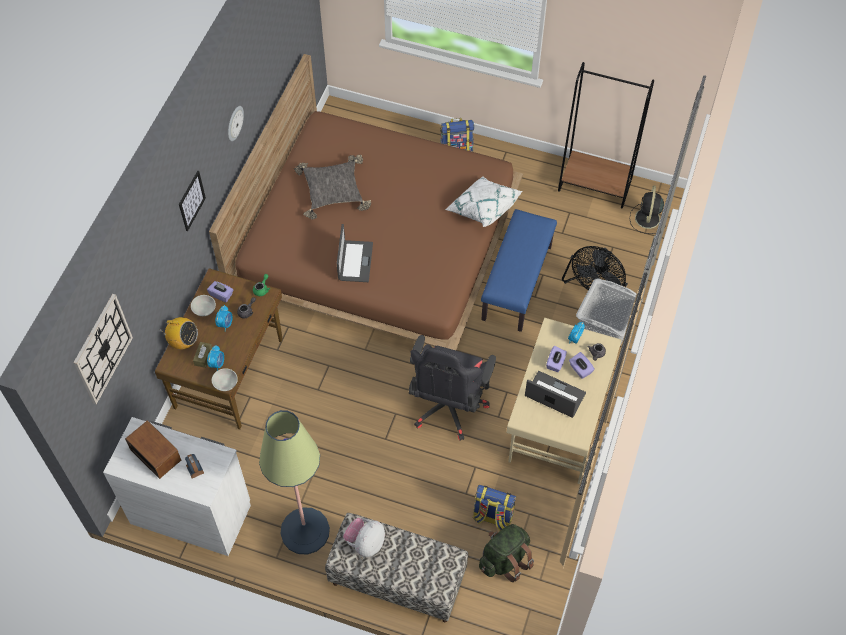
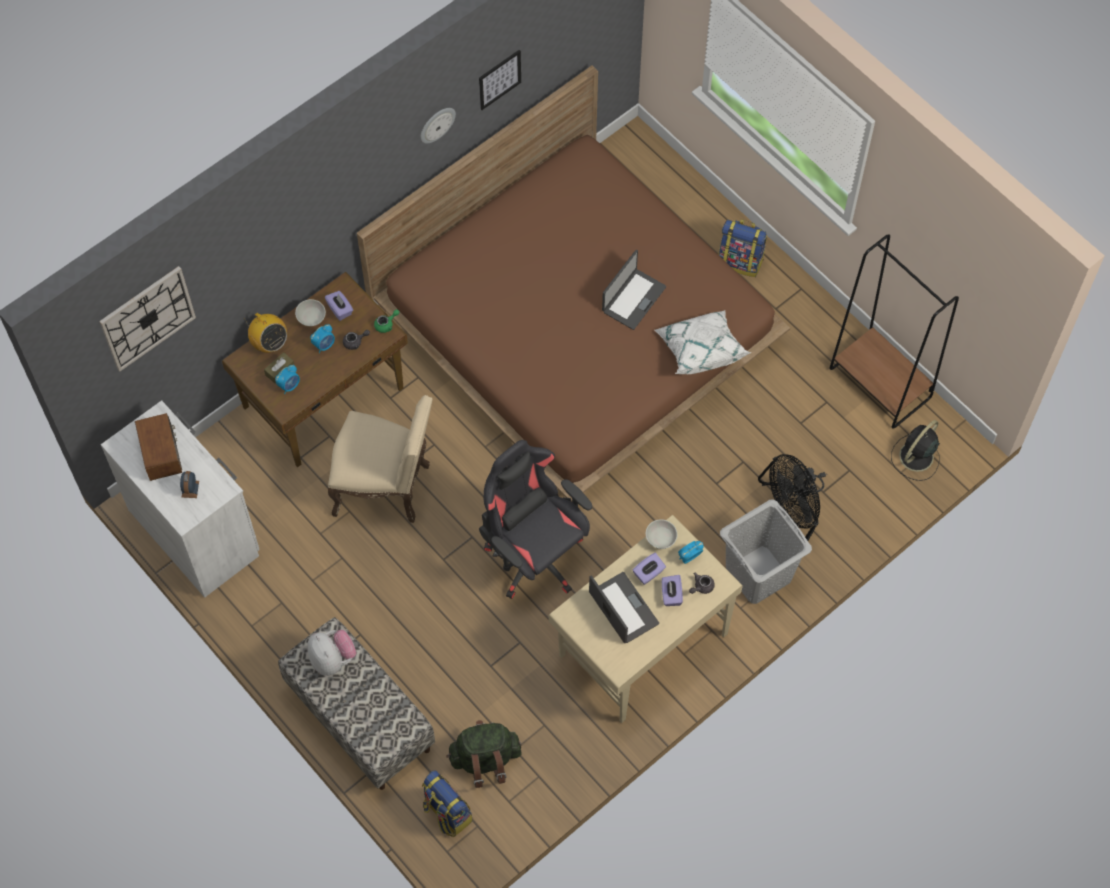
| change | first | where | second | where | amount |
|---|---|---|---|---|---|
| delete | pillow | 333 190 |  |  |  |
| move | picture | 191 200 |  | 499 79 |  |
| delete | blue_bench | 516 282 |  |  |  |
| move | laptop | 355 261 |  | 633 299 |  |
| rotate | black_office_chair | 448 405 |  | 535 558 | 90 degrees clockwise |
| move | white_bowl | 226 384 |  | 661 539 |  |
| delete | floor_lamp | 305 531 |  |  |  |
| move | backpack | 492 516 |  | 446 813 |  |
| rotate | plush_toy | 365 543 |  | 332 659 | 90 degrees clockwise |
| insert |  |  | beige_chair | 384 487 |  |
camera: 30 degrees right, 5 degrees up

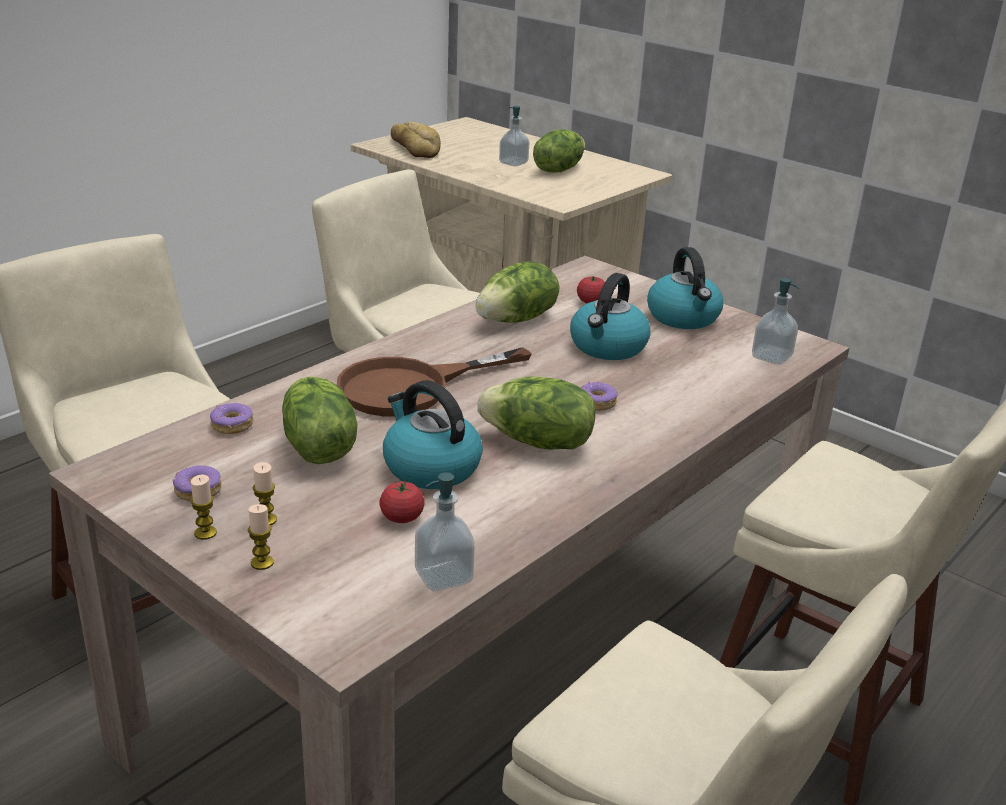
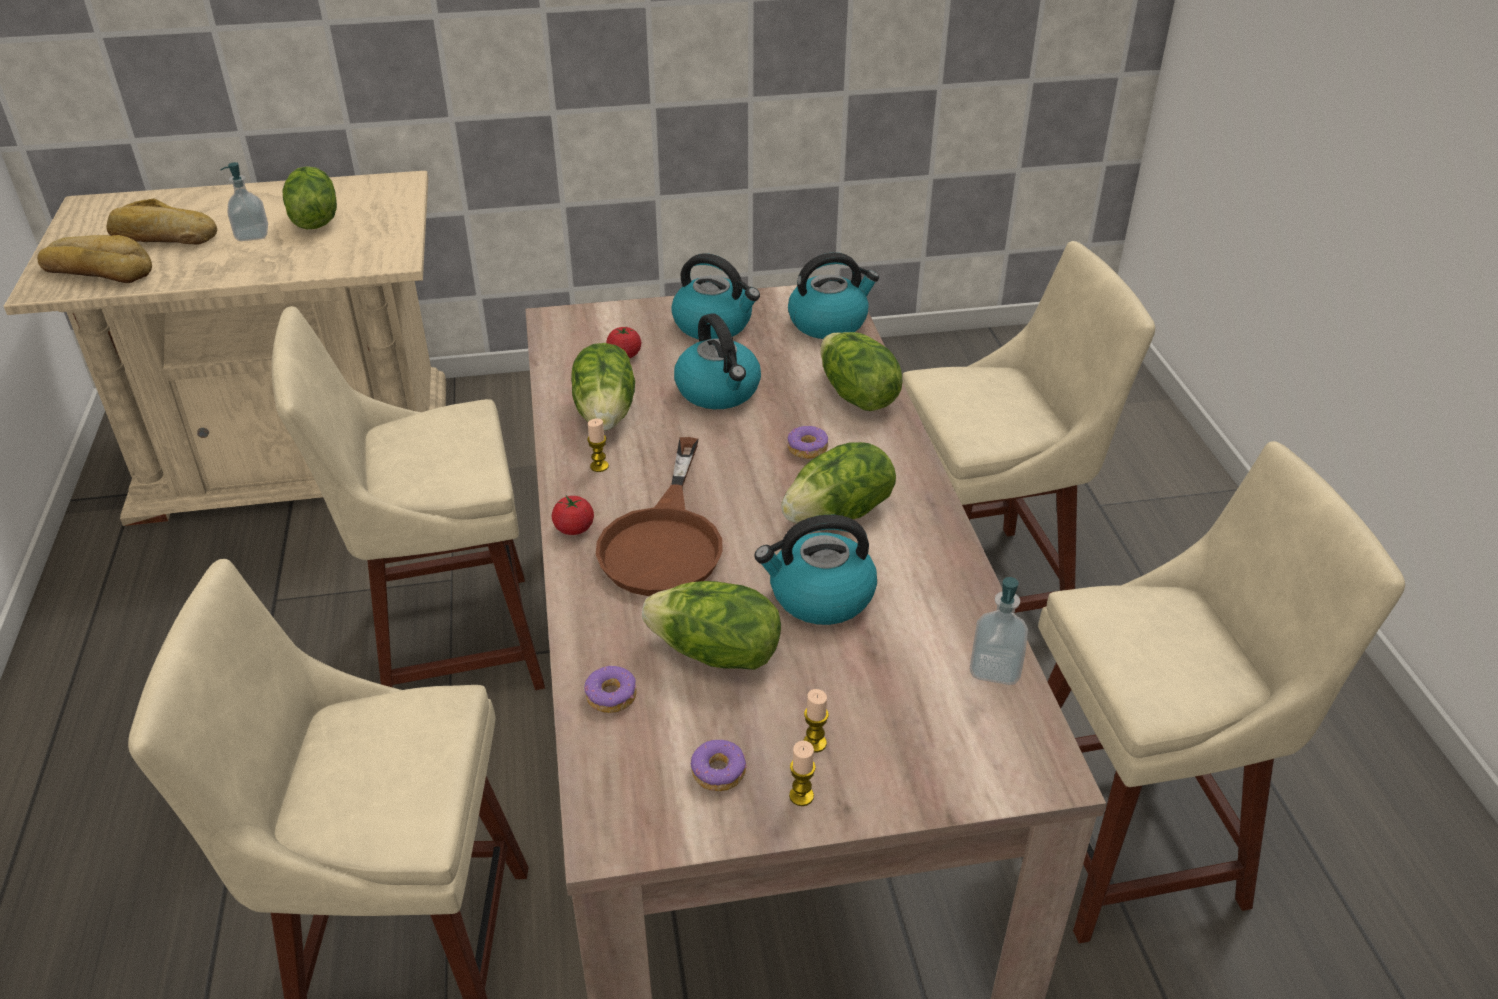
| change | first | where | second | where | amount |
|---|---|---|---|---|---|
| replace | soap_dispenser | 771 357 | kettle | 829 322 |  |
| move | tomato | 402 517 |  | 574 528 |  |
| move | candle | 262 563 |  | 599 466 |  |
| insert |  |  | bread | 163 237 |  |
| insert |  |  | lettuce | 856 395 |  |
camera: 50 degrees left, 10 degrees up

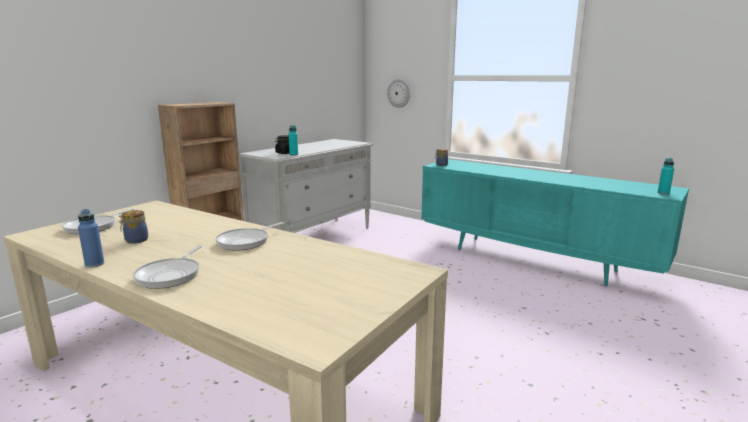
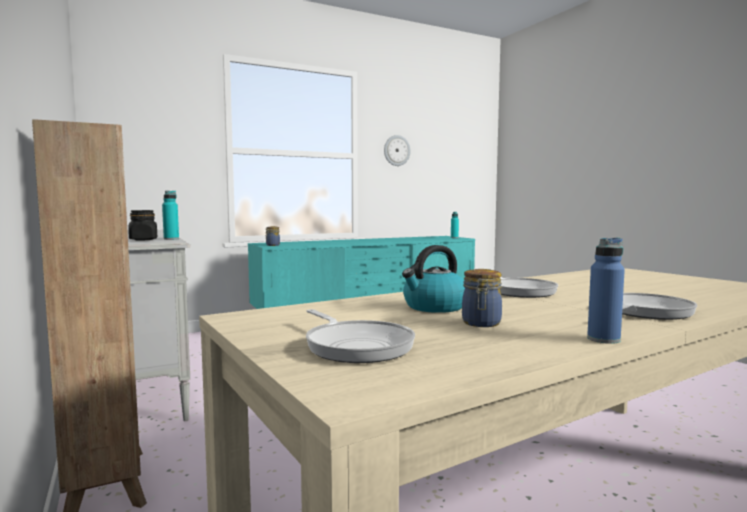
| change | first | where | second | where | amount |
|---|---|---|---|---|---|
| move | wall_clock | 399 93 |  | 396 150 |  |
| rotate | frying_pan | 171 275 |  | 644 312 | 75 degrees counterclockwise |
| insert |  |  | kettle | 434 307 |  |
camera: 65 degrees left, 10 degrees down

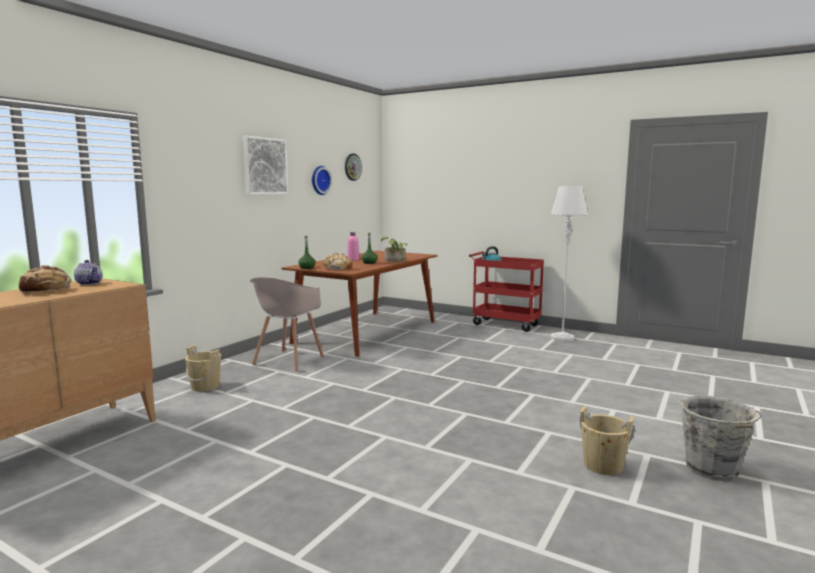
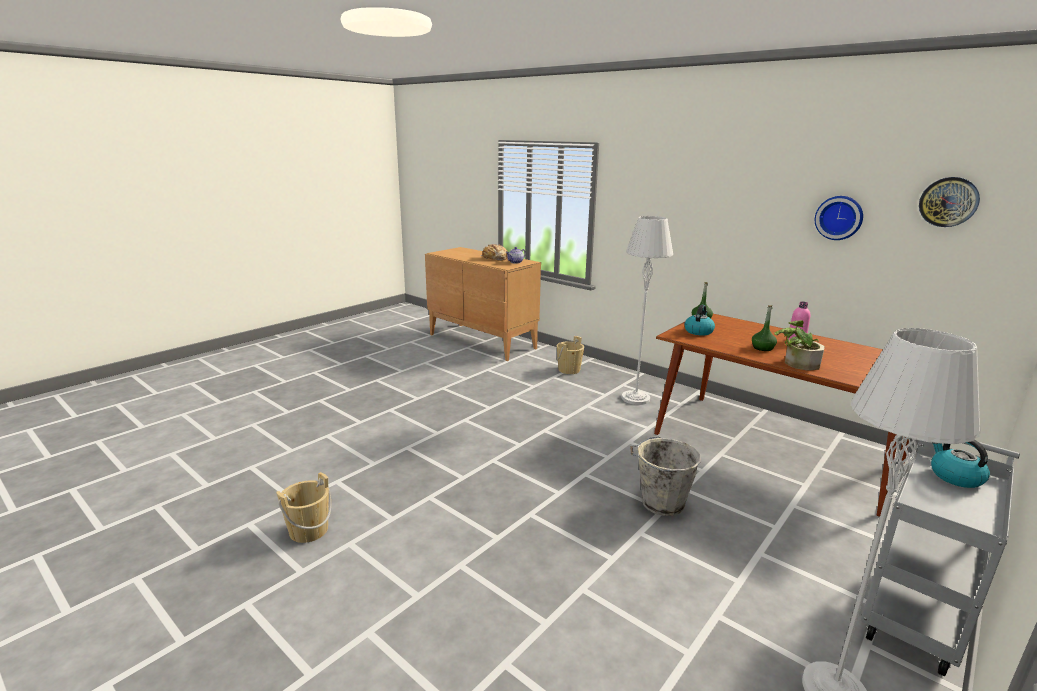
| change | first | where | second | where | amount |
|---|---|---|---|---|---|
| delete | picture | 265 166 |  |  |  |
| recolor | red_cart | 504 325 | grey_cart | 914 614 |  |
| replace | bread | 337 268 | kettle | 698 331 |  |
| replace | beige_chair | 288 361 | grey_floor_lamp | 635 398 |  |
| move | grey_bucket | 712 470 |  | 660 503 |  |
camera: 100 degrees right, 10 degrees up

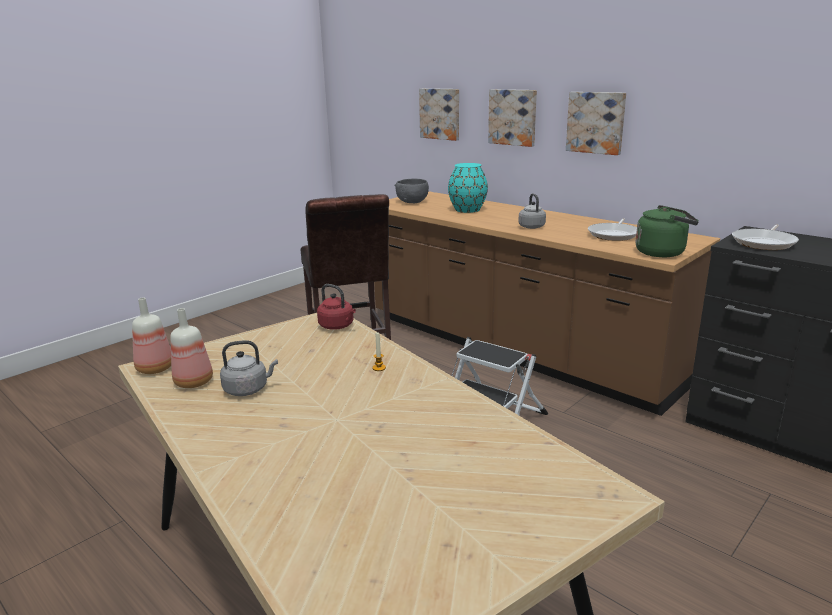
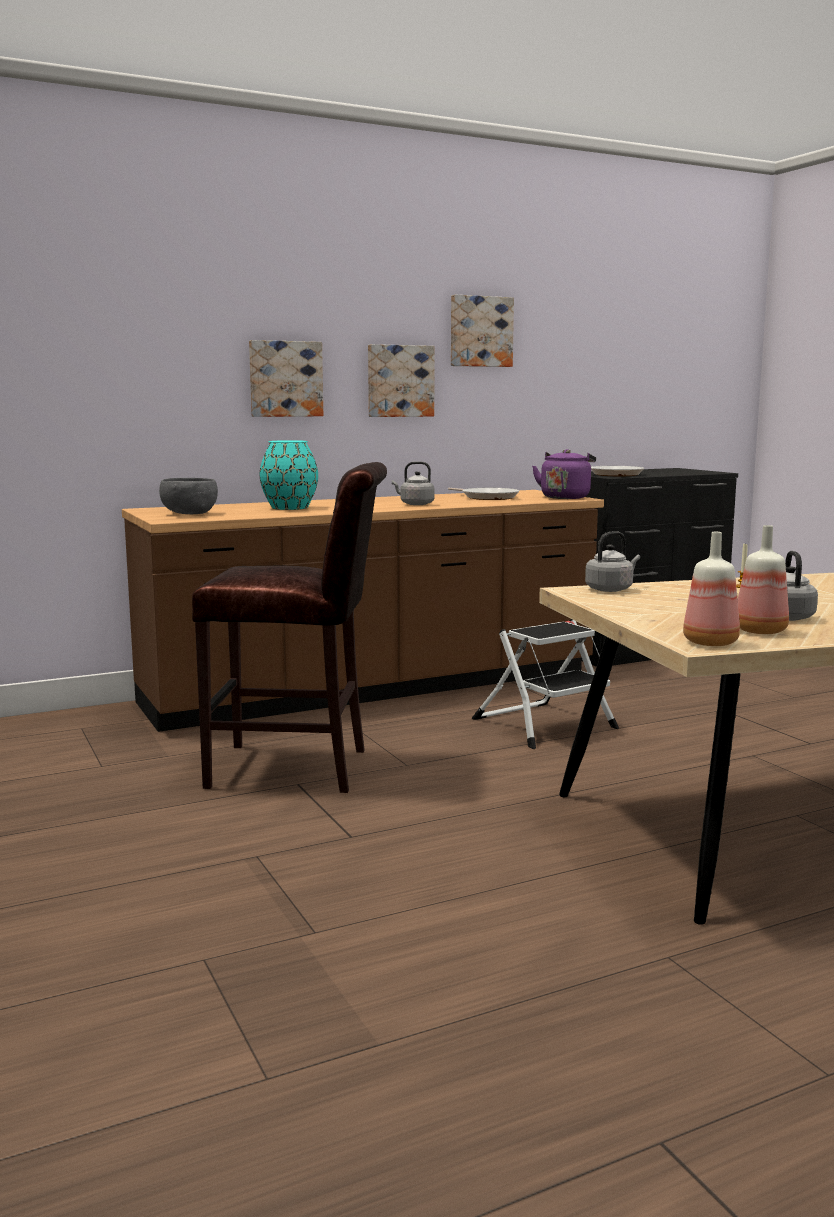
| change | first | where | second | where | amount |
|---|---|---|---|---|---|
| move | picture | 440 113 |  | 480 331 |  |
| recolor | green_kettle | 663 252 | purple_kettle | 565 497 |  |
| recolor | red_kettle | 337 326 | grey_kettle | 610 589 |  |
camera: 70 degrees left, 10 degrees down

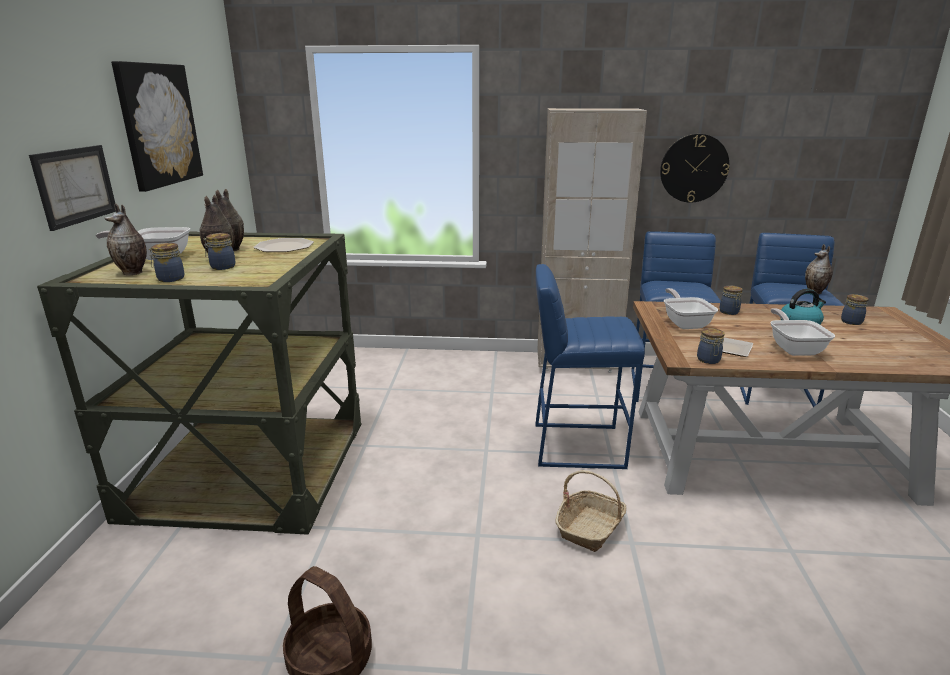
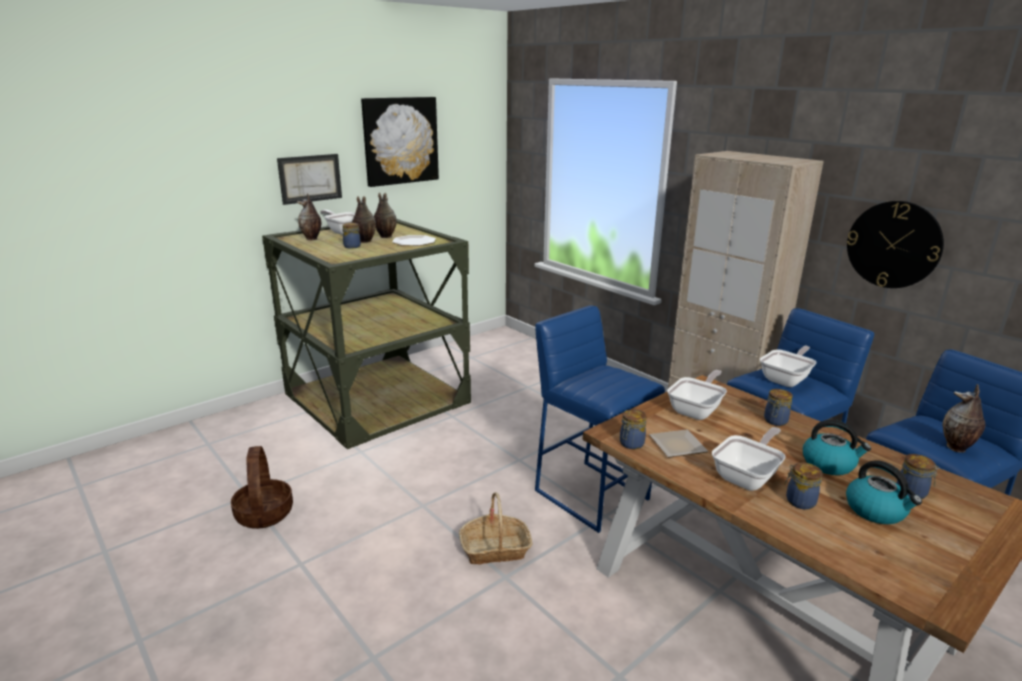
| change | first | where | second | where | amount |
|---|---|---|---|---|---|
| move | jar | 169 279 |  | 799 501 |  |
| insert |  |  | frying_pan | 787 379 |  |
| insert |  |  | kettle | 876 510 |  |
camera: 45 degrees right, 0 degrees up

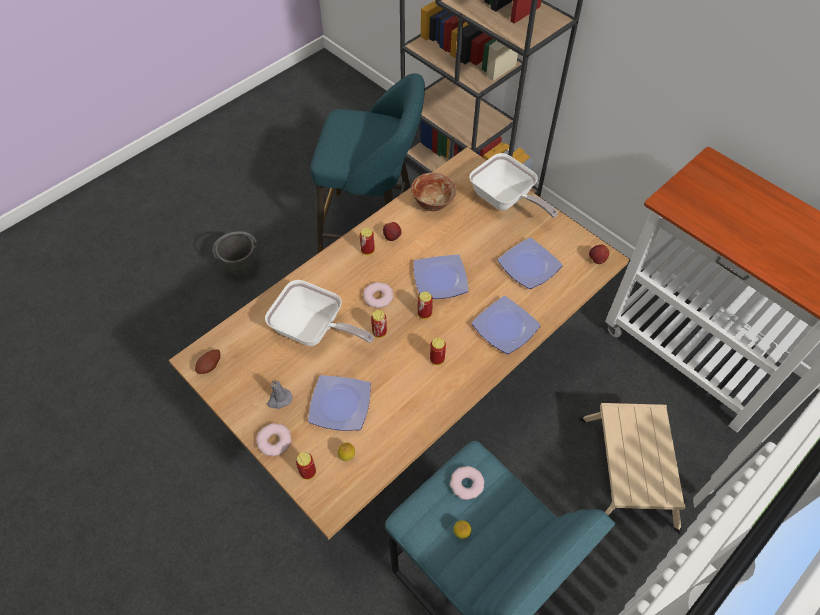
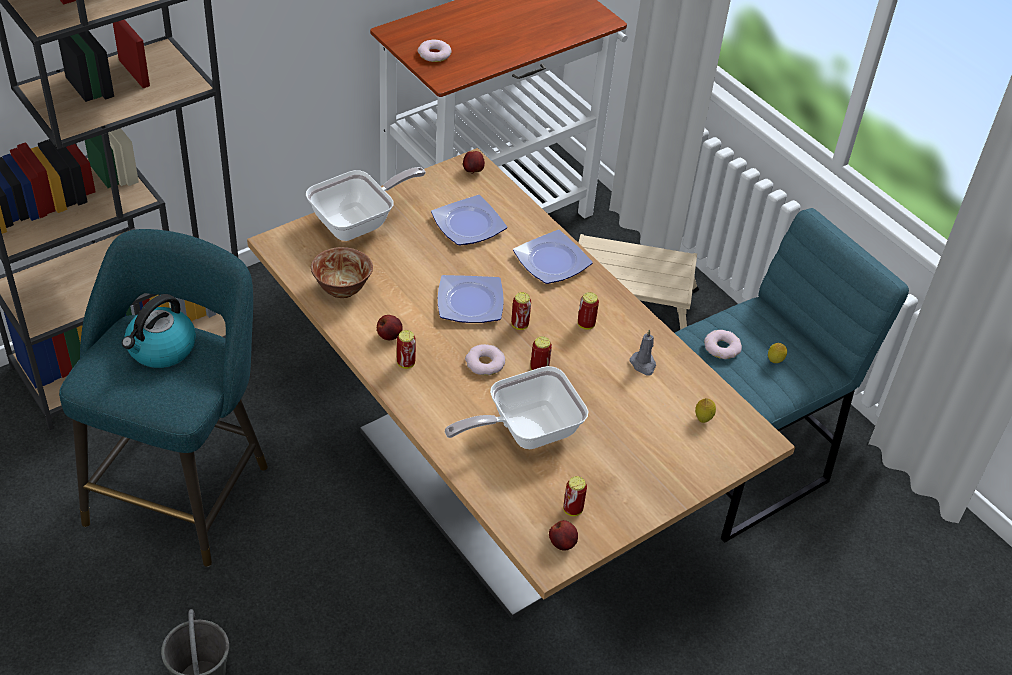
| change | first | where | second | where | amount |
|---|---|---|---|---|---|
| rotate | frying_pan | 314 331 |  | 525 431 | 150 degrees counterclockwise |
| replace | potato | 210 366 | apple | 563 543 |  |
| delete | plate | 341 406 |  |  |  |
| move | grey_candle | 279 399 |  | 643 364 |  |
| move | donut | 274 441 |  | 434 54 |  |
| move | can | 308 472 |  | 572 509 |  |
| insert |  |  | kettle | 161 349 |  |
camera: 85 degrees left, 10 degrees down

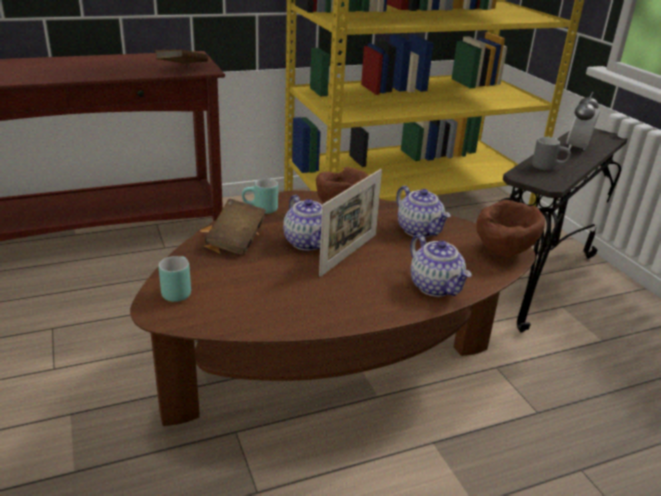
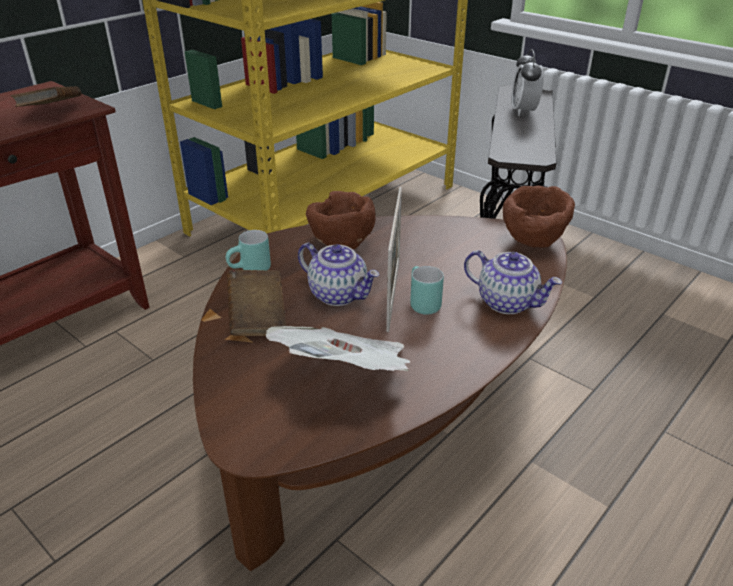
| change | first | where | second | where | amount |
|---|---|---|---|---|---|
| delete | grey_mug | 548 167 |  |  |  |
| delete | teapot | 420 230 |  |  |  |
| move | turquoise_mug | 176 291 |  | 420 303 |  |
| insert |  |  | newspaper | 347 376 |  |
camera: 25 degrees left, 5 degrees up

